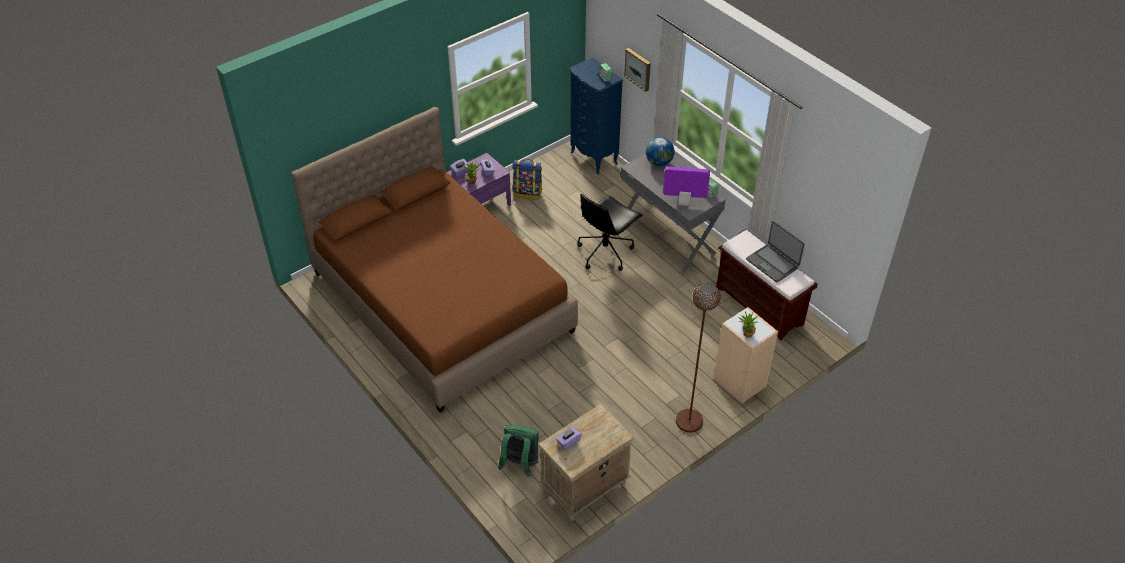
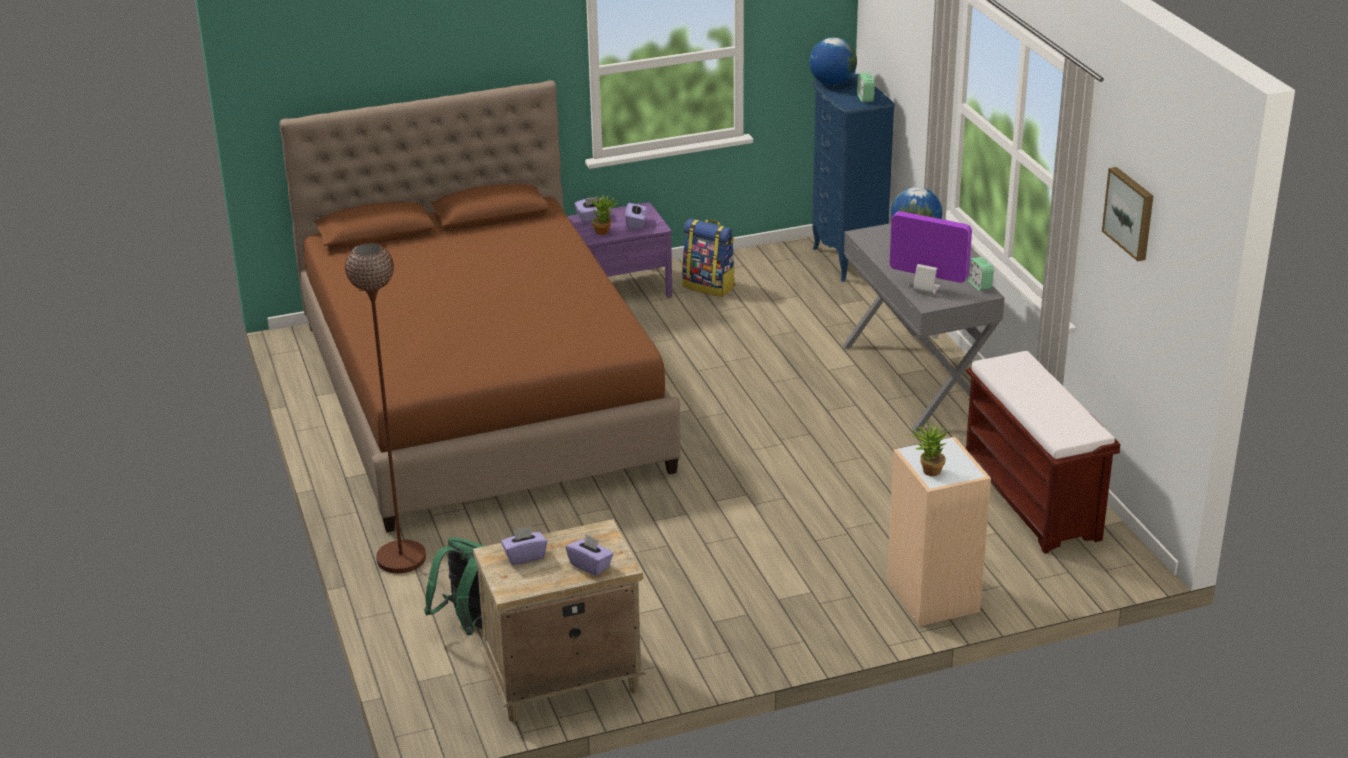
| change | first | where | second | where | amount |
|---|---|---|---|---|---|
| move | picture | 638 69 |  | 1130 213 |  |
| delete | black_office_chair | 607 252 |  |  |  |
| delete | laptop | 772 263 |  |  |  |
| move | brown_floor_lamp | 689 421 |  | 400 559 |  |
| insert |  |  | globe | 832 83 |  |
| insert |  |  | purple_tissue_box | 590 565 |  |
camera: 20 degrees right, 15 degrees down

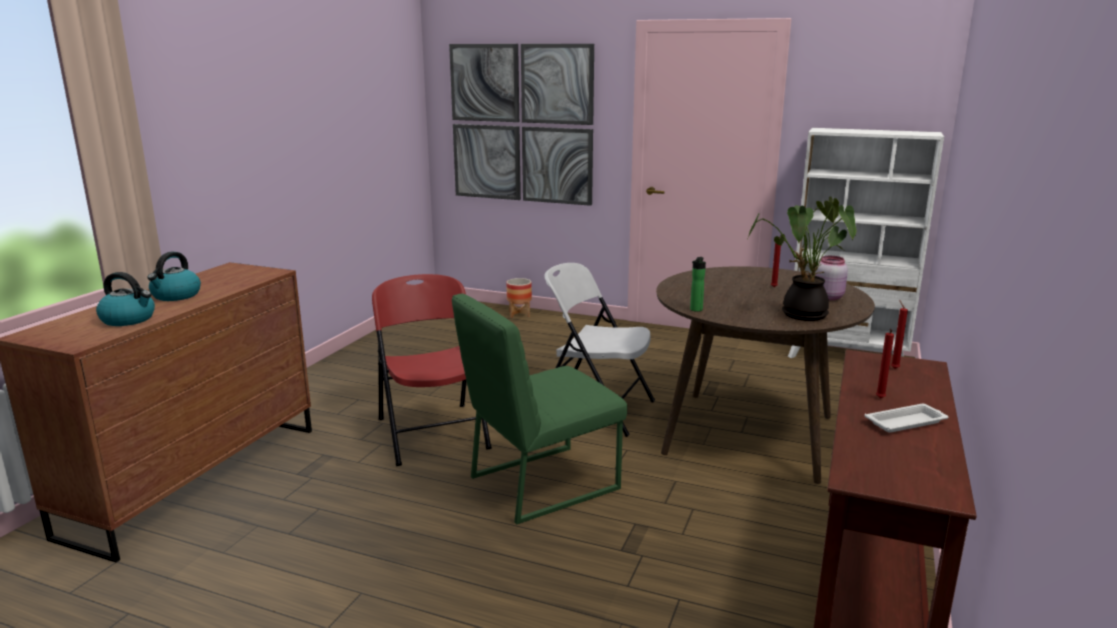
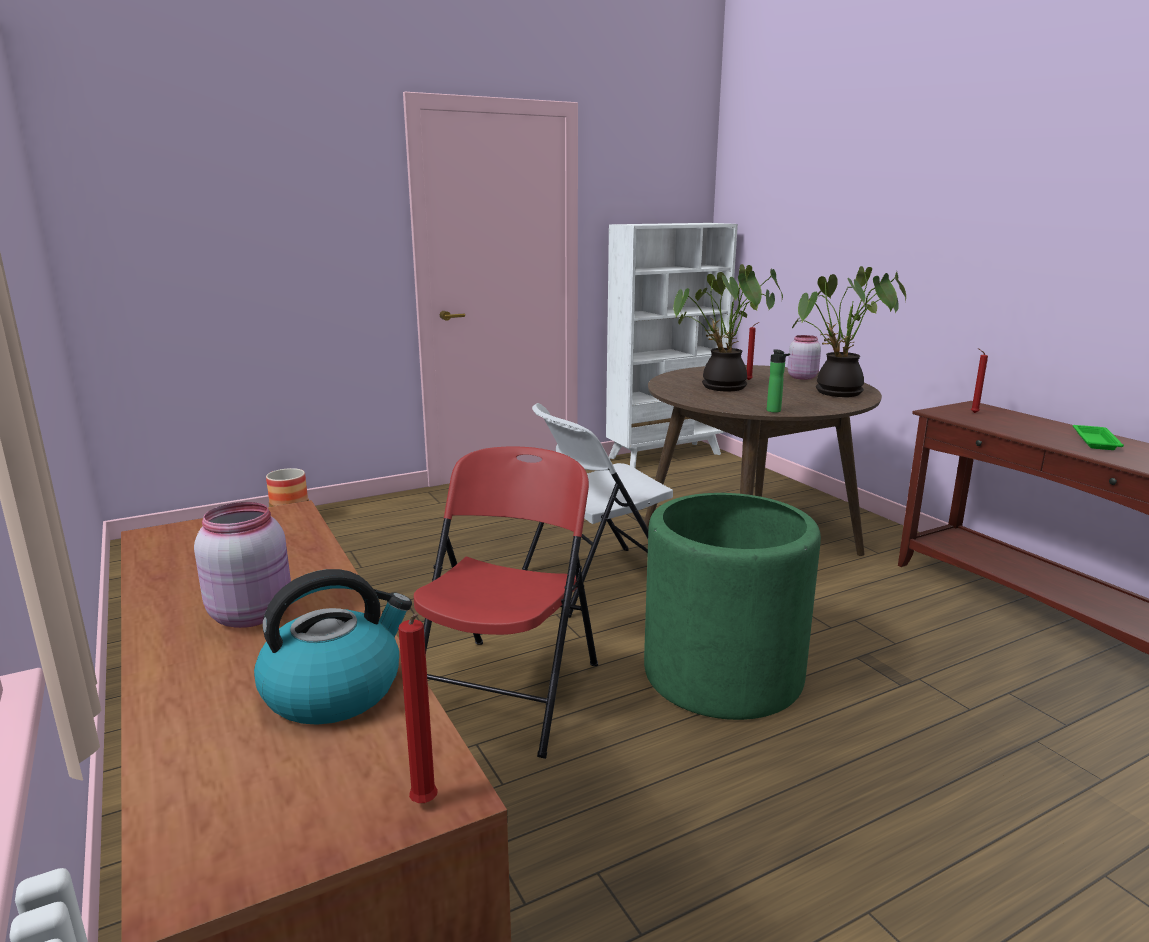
| change | first | where | second | where | amount |
|---|---|---|---|---|---|
| delete | picture | 521 124 |  |  |  |
| replace | kettle | 176 296 | pink_jar | 252 613 |  |
| rotate | red_chair | 433 433 |  | 508 694 | 90 degrees clockwise |
| replace | green_chair | 540 483 | green_planter | 722 674 |  |
| move | red_candle | 880 399 |  | 425 806 |  |
| recolor | white_tray | 906 422 | green_tray | 1095 441 |  |
| insert |  |  | potted_plant | 721 388 |  |
camera: 50 degrees left, 0 degrees up

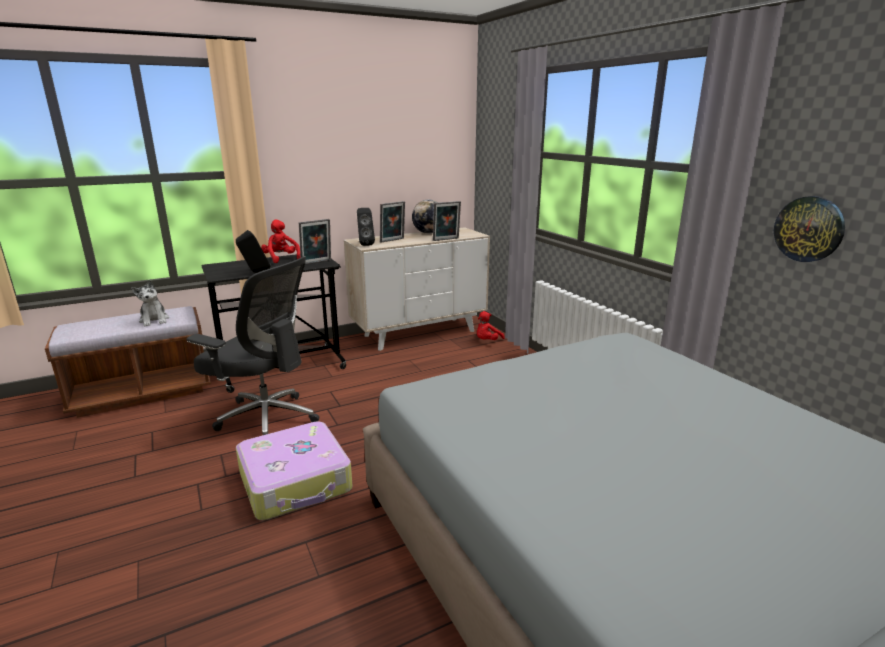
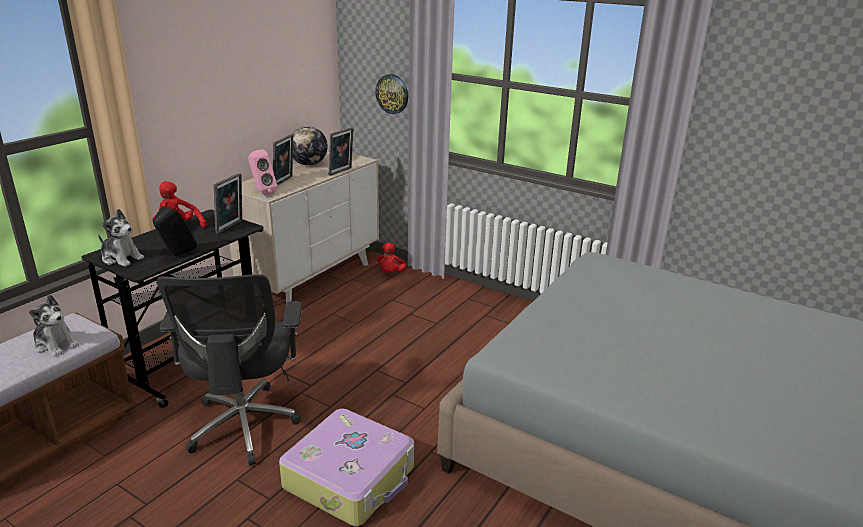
| change | first | where | second | where | amount |
|---|---|---|---|---|---|
| move | wall_clock | 809 229 |  | 392 94 |  |
| recolor | black_speaker | 365 245 | pink_speaker | 262 193 |  |
| rotate | office_chair | 265 418 |  | 243 423 | 90 degrees clockwise |
| insert |  |  | plush_toy | 121 258 |  |
camera: 30 degrees left, 5 degrees up

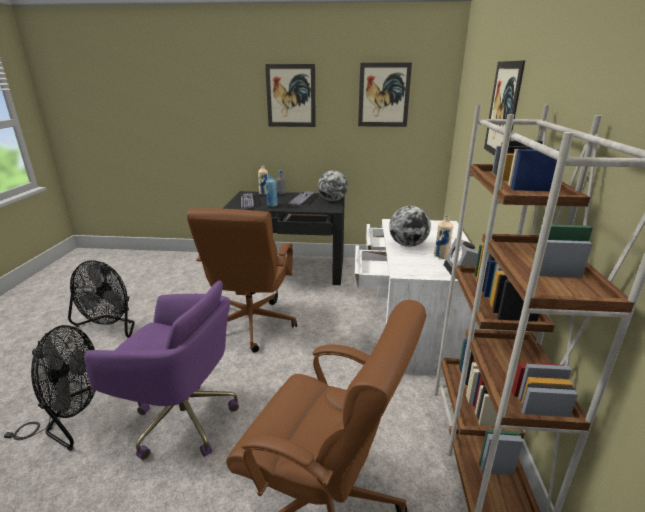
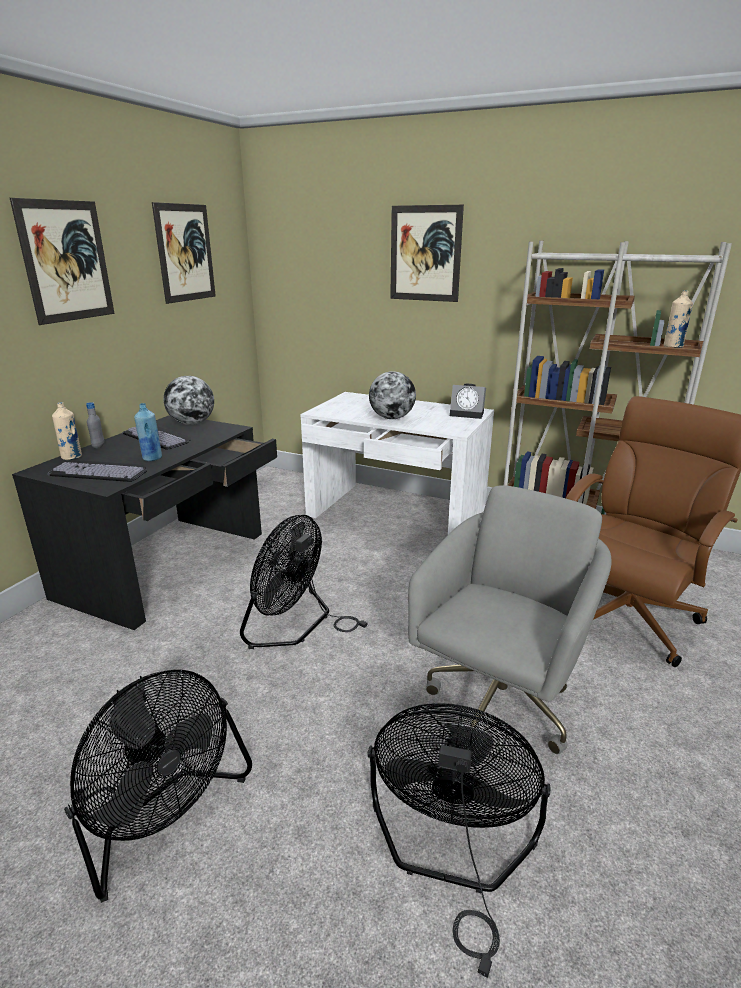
| change | first | where | second | where | amount |
|---|---|---|---|---|---|
| replace | brown_office_chair | 251 324 | black_fan | 303 622 |  |
| move | beige_bottle | 441 256 |  | 673 347 |  |
| recolor | purple_office_chair | 180 421 | grey_office_chair | 497 710 |  |
camera: 70 degrees left, 0 degrees up

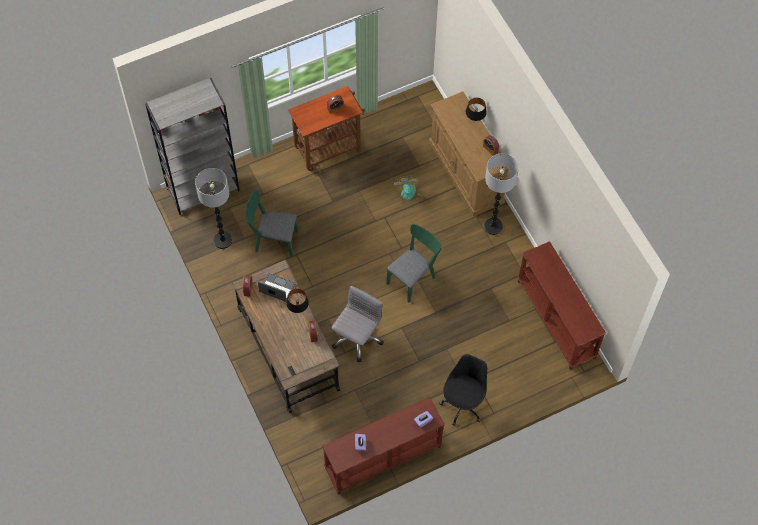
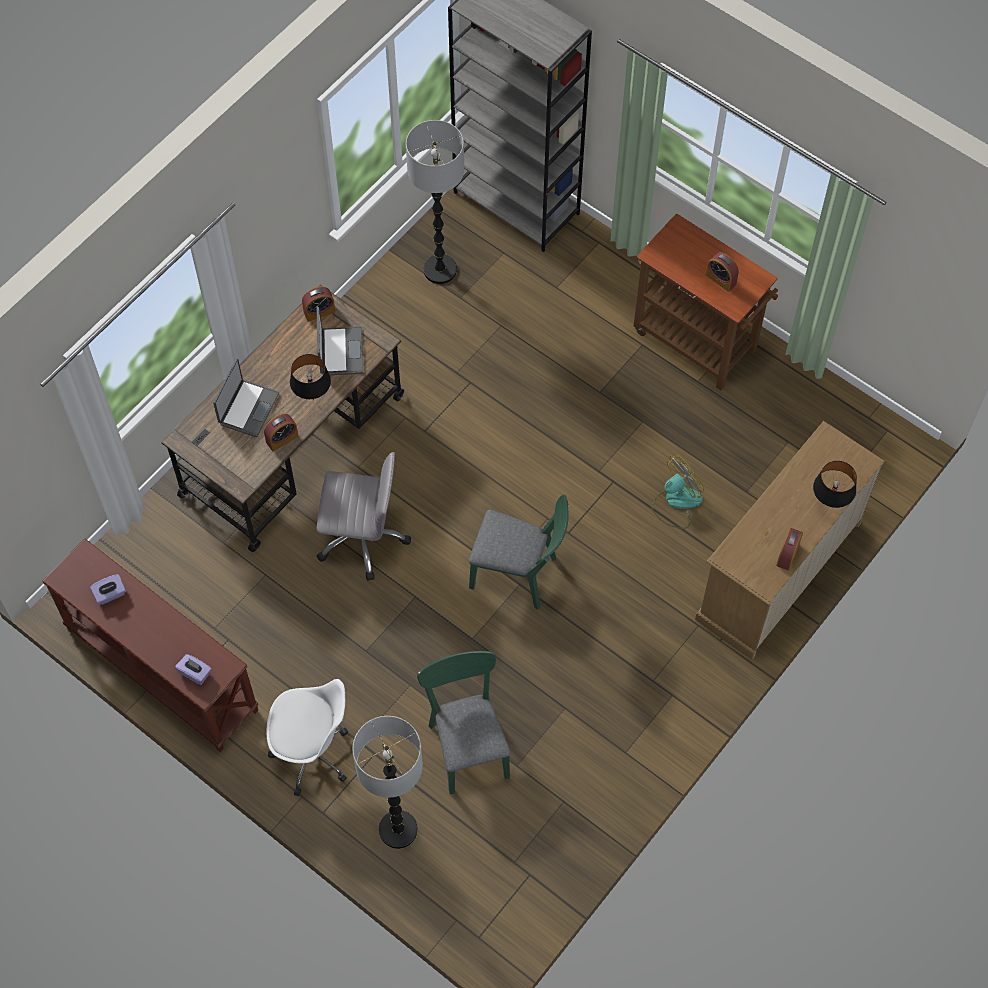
| change | first | where | second | where | amount |
|---|---|---|---|---|---|
| move | floor_lamp | 493 226 |  | 398 829 |  |
| move | green_chair | 273 240 |  | 467 744 |  |
| delete | brown_console_table | 557 319 |  |  |  |
| recolor | black_office_chair | 462 405 | white_office_chair | 314 755 |  |
| insert |  |  | laptop | 248 408 |  |
camera: 65 degrees right, 0 degrees up

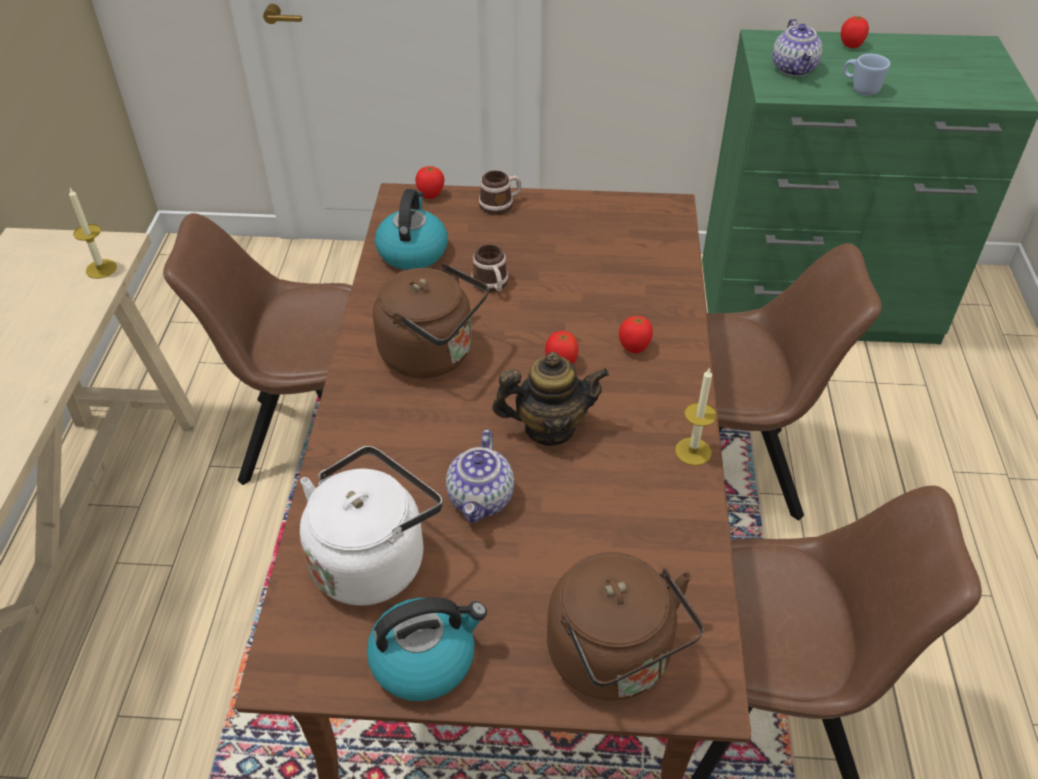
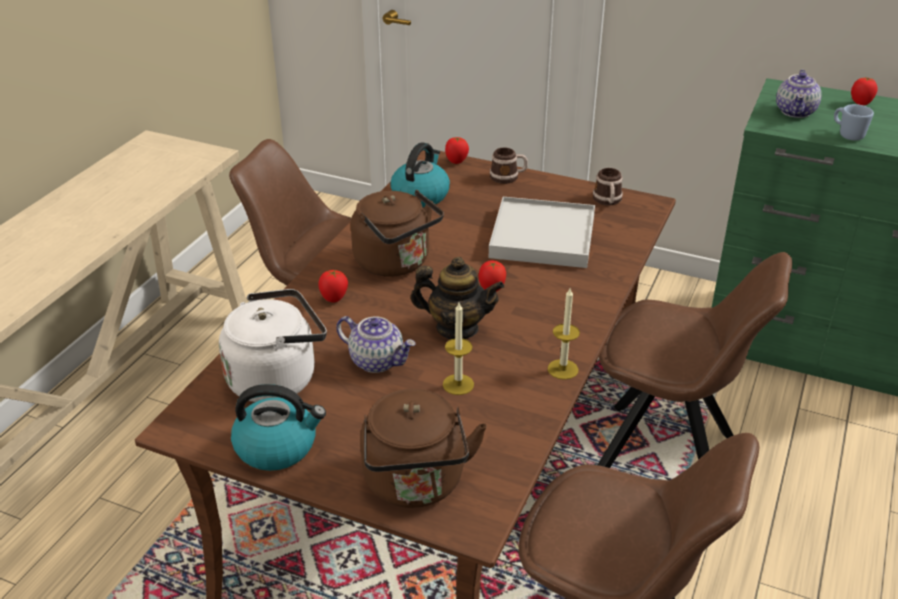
| change | first | where | second | where | amount |
|---|---|---|---|---|---|
| move | candle | 101 269 |  | 458 384 |  |
| move | mug | 491 285 |  | 607 201 |  |
| move | tomato | 634 348 |  | 334 299 |  |
| rotate | teapot | 481 499 |  | 377 361 | 90 degrees counterclockwise |
| insert |  |  | white_tray | 543 237 |  |
camera: 20 degrees right, 10 degrees down

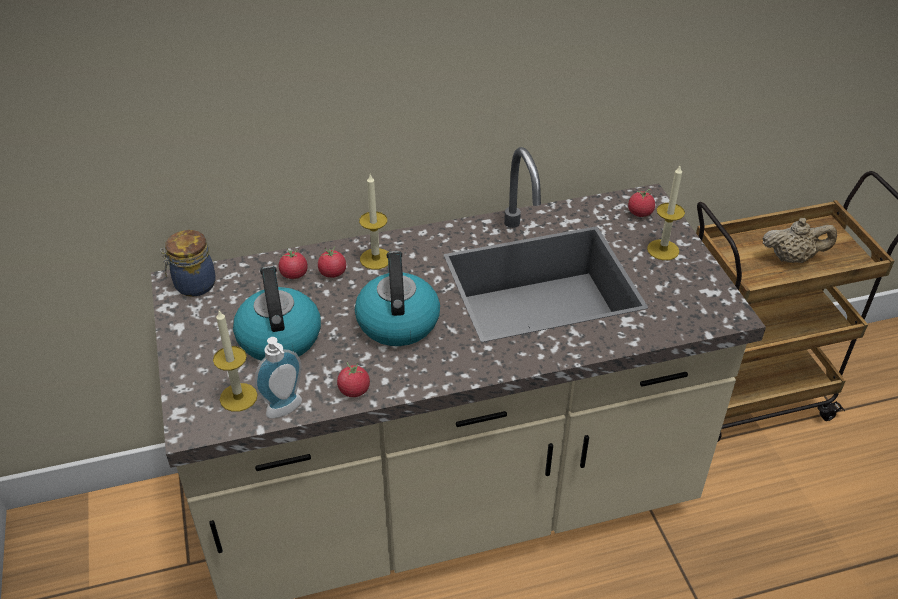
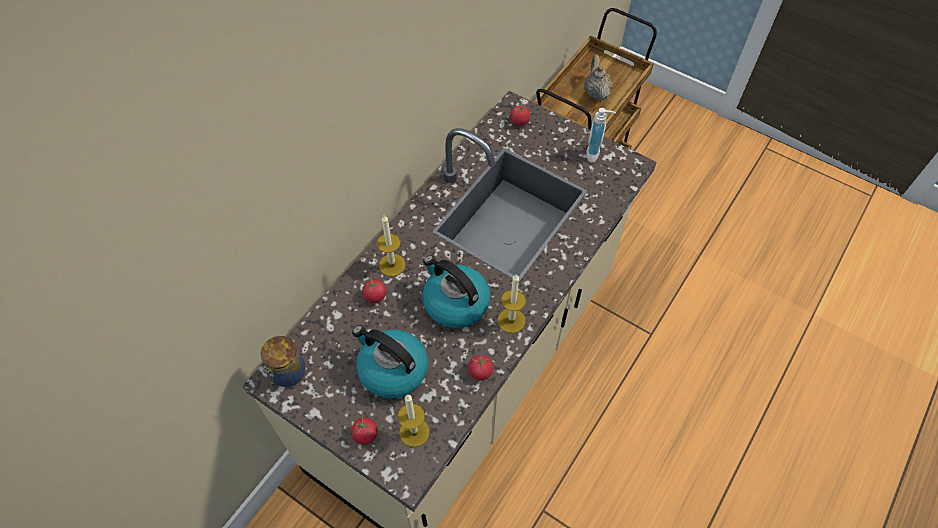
| change | first | where | second | where | amount |
|---|---|---|---|---|---|
| move | candle | 663 250 |  | 511 320 |  |
| rotate | beige_teapot | 792 258 |  | 595 92 | 60 degrees counterclockwise |
| move | tomato | 294 274 |  | 365 434 |  |
| move | soap_dispenser | 286 410 |  | 595 153 |  |
camera: 40 degrees left, 15 degrees up

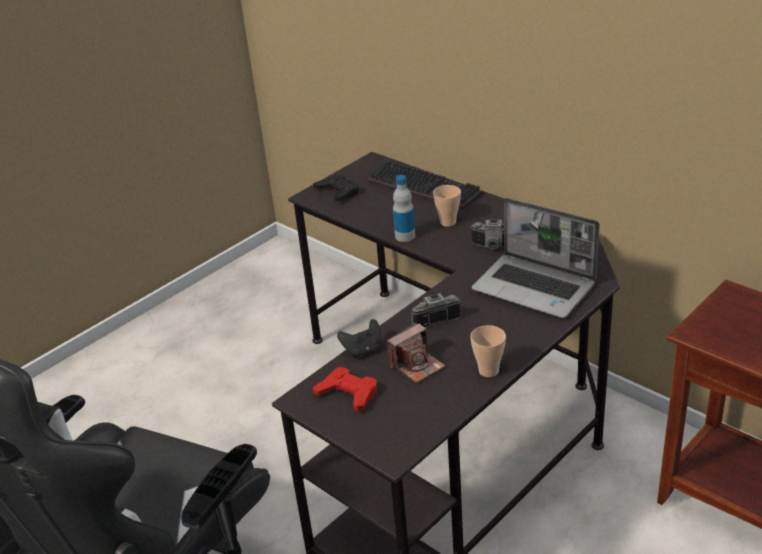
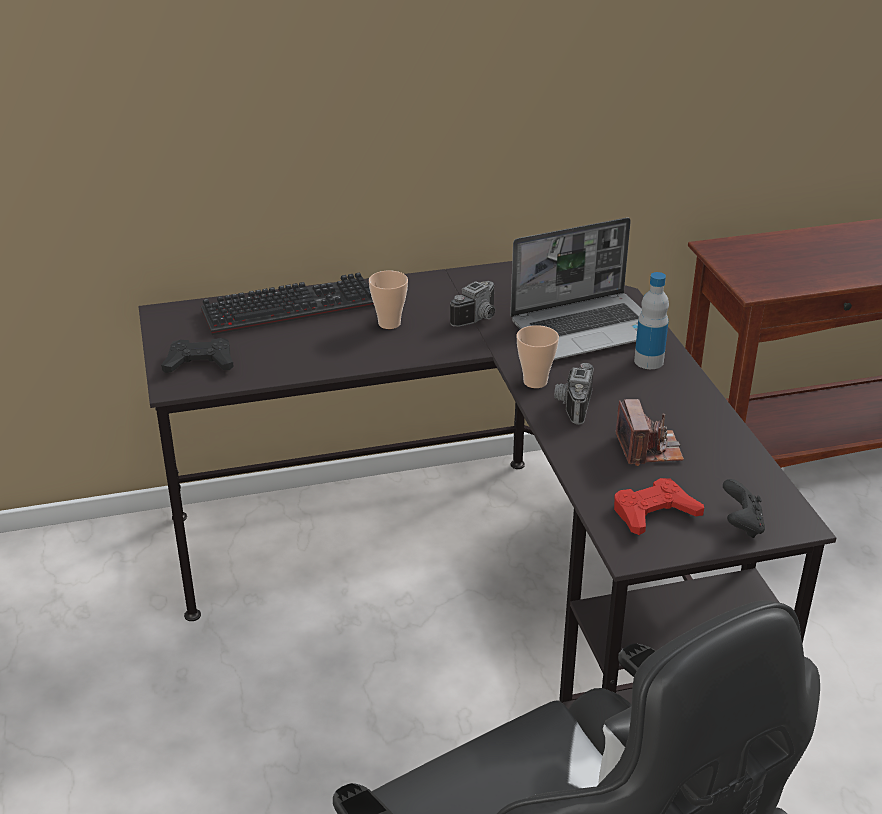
| change | first | where | second | where | amount |
|---|---|---|---|---|---|
| move | bottle | 405 236 |  | 648 361 |  |
| move | black_game_controller | 363 350 |  | 741 525 |  |
| move | cup | 488 371 |  | 535 382 |  |
camera: 60 degrees left, 0 degrees up

